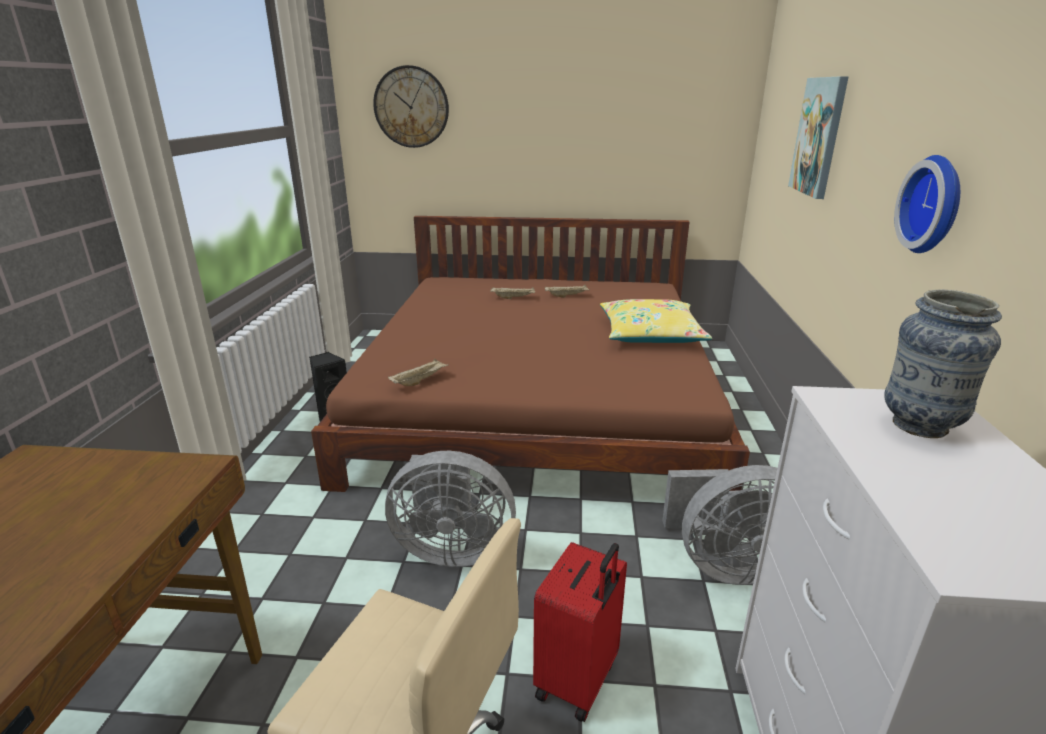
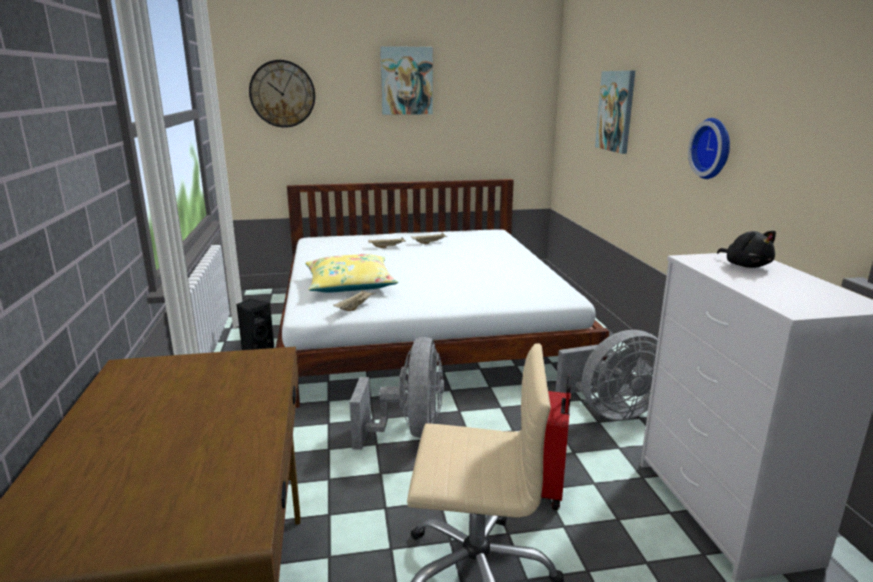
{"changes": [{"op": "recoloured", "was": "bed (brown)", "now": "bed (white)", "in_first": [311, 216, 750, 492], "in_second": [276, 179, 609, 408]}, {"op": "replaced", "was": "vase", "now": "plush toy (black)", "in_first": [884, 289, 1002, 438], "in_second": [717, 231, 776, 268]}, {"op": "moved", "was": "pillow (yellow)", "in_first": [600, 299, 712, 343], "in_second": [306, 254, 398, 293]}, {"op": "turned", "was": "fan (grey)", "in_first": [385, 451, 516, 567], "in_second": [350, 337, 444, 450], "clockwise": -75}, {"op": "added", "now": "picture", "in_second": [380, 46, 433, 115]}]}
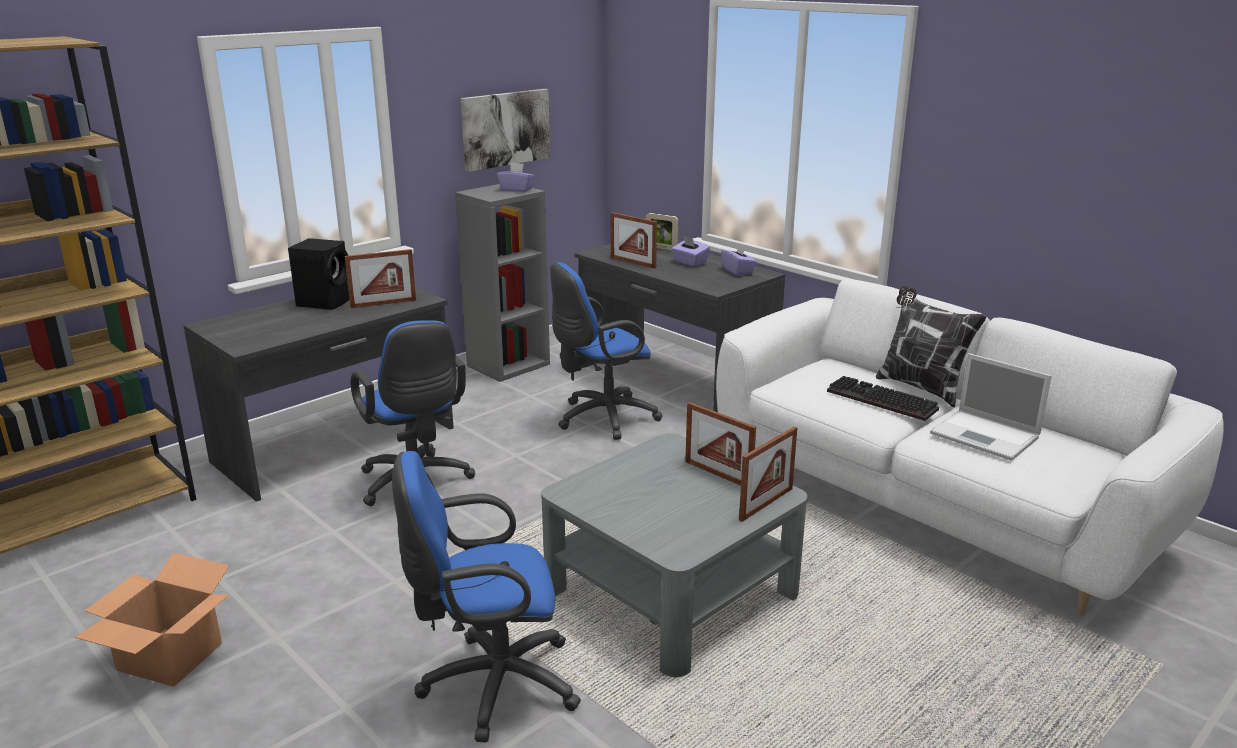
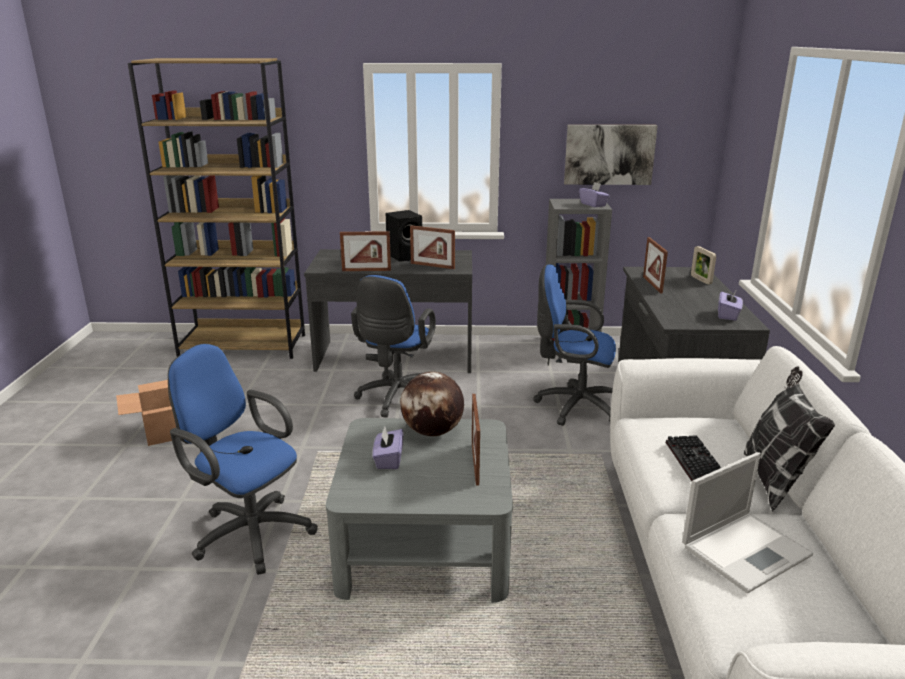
{"changes": [{"op": "moved", "was": "tissue box (purple)", "in_first": [671, 236, 710, 267], "in_second": [372, 427, 403, 469]}, {"op": "turned", "was": "laptop", "in_first": [930, 353, 1052, 461], "in_second": [682, 452, 813, 593], "clockwise": -120}, {"op": "moved", "was": "picture frame", "in_first": [739, 427, 797, 522], "in_second": [340, 231, 391, 271]}, {"op": "added", "now": "globe", "in_second": [400, 372, 464, 436]}]}
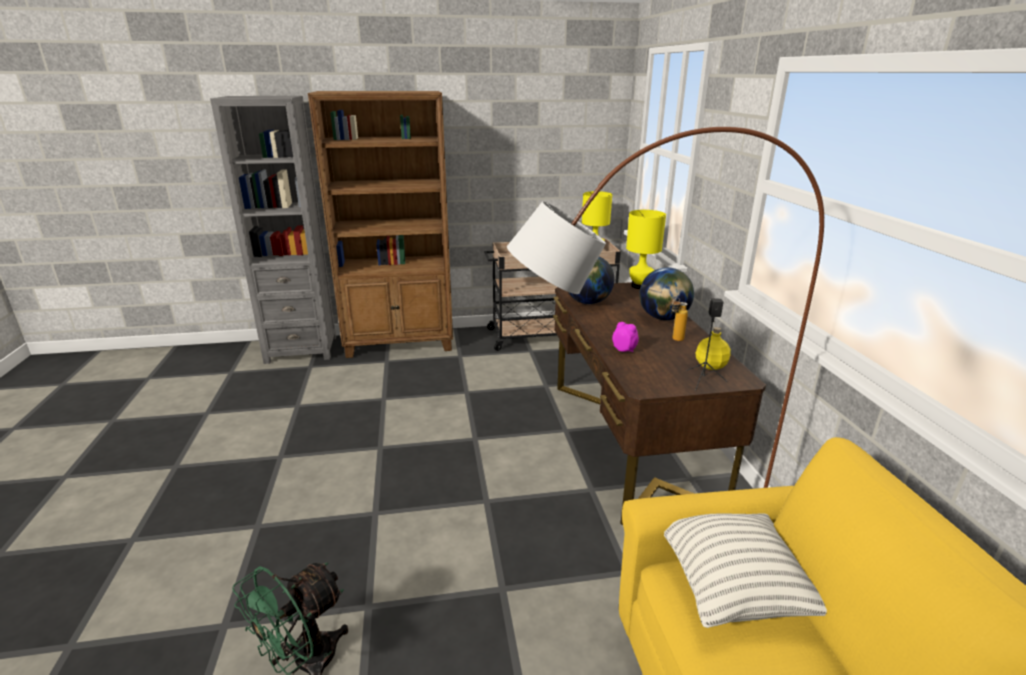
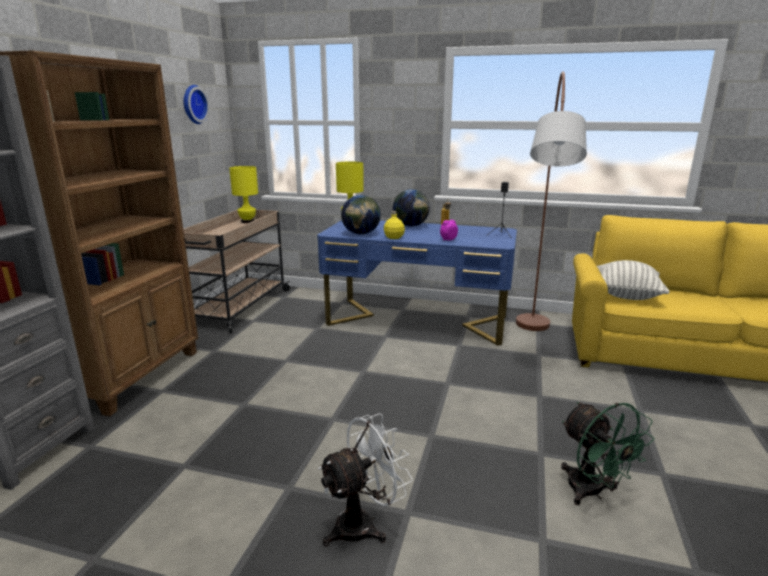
{"changes": [{"op": "recoloured", "was": "desk (brown)", "now": "desk (blue)", "in_first": [553, 282, 766, 525], "in_second": [317, 220, 517, 346]}, {"op": "moved", "was": "bottle (yellow)", "in_first": [695, 327, 731, 370], "in_second": [384, 211, 405, 239]}, {"op": "added", "now": "wall clock", "in_second": [184, 85, 209, 124]}, {"op": "added", "now": "fan (white)", "in_second": [318, 413, 413, 546]}]}
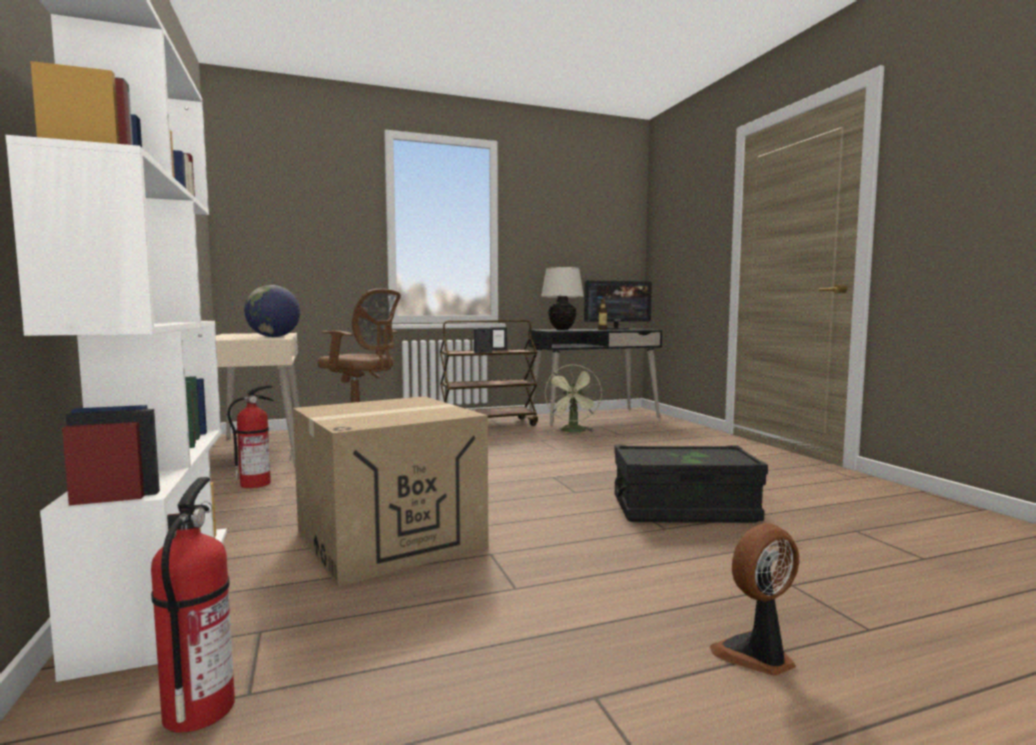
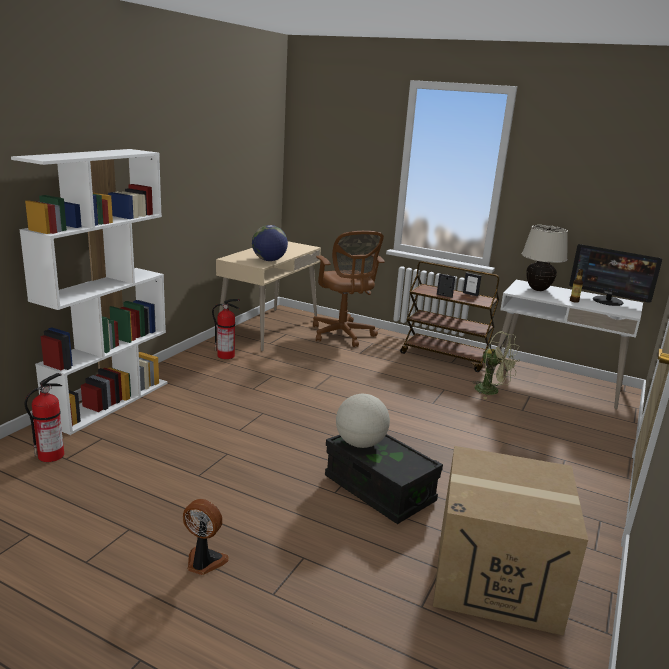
{"changes": [{"op": "recoloured", "was": "desk (black)", "now": "desk (white)", "in_first": [528, 328, 662, 426], "in_second": [493, 280, 643, 409]}, {"op": "turned", "was": "fan (green)", "in_first": [545, 364, 602, 432], "in_second": [472, 332, 520, 399], "clockwise": -105}, {"op": "moved", "was": "cardboard box", "in_first": [293, 396, 488, 587], "in_second": [433, 446, 588, 636]}, {"op": "added", "now": "globe", "in_second": [336, 394, 390, 448]}]}
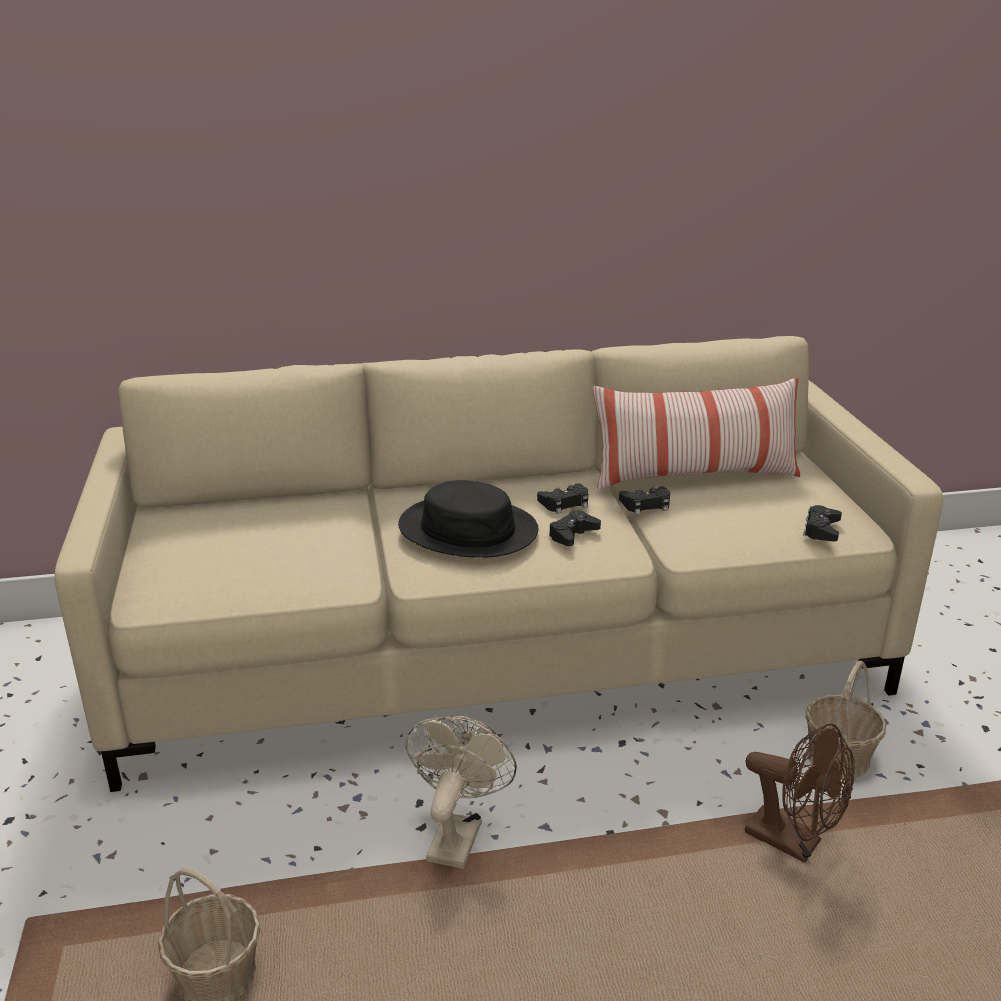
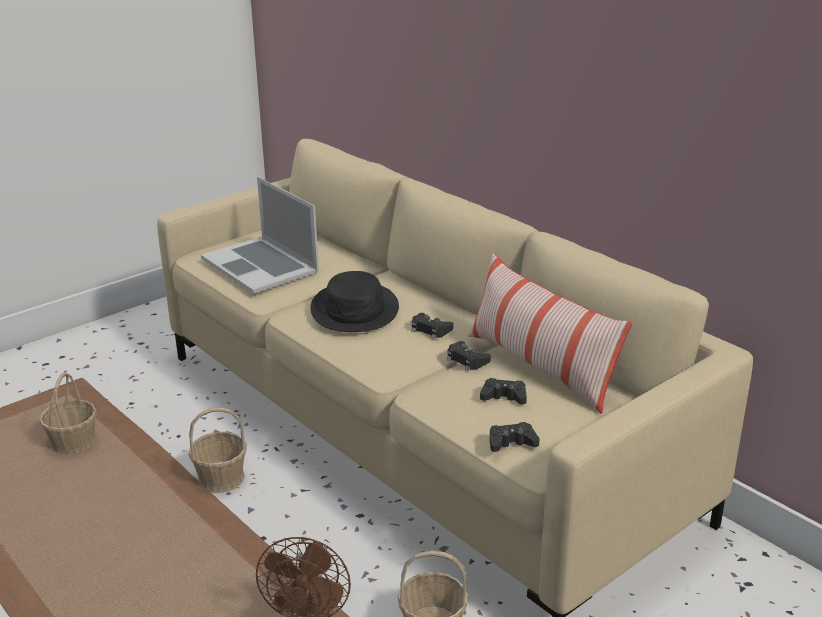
{"changes": [{"op": "moved", "was": "game controller (black)", "in_first": [549, 510, 601, 546], "in_second": [480, 378, 527, 405]}, {"op": "replaced", "was": "fan (beige)", "now": "basket", "in_first": [406, 716, 517, 869], "in_second": [188, 408, 247, 493]}, {"op": "added", "now": "laptop", "in_second": [201, 177, 319, 294]}]}
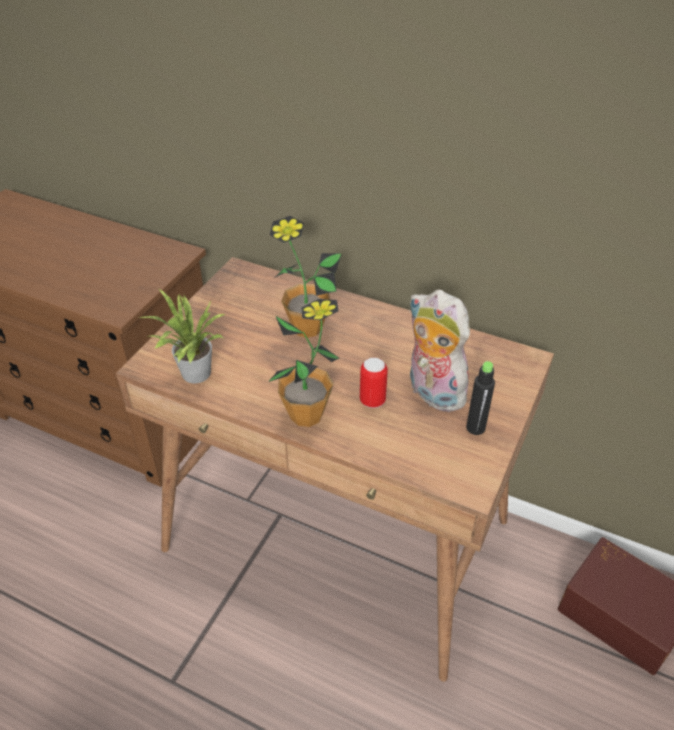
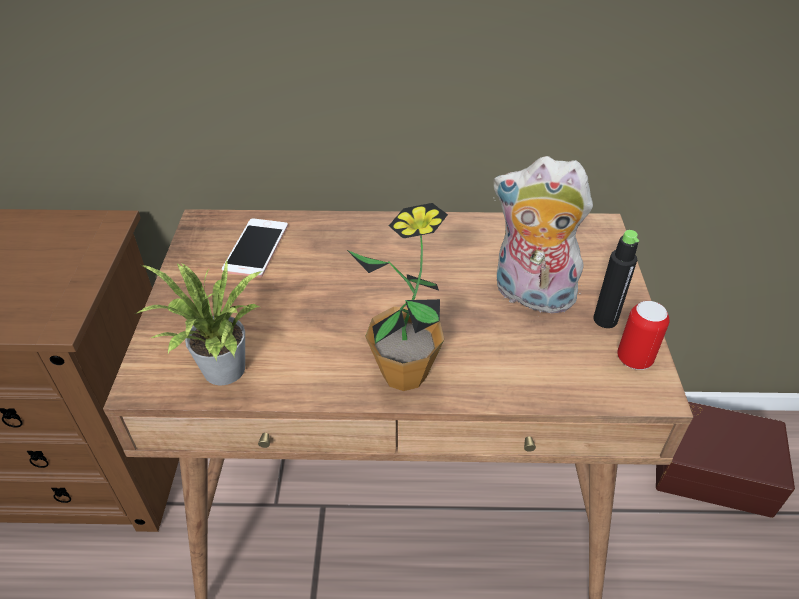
{"changes": [{"op": "removed", "was": "potted plant", "in_first": [270, 216, 342, 338]}, {"op": "moved", "was": "can", "in_first": [360, 358, 388, 408], "in_second": [617, 301, 670, 370]}, {"op": "added", "now": "phone", "in_second": [222, 218, 288, 277]}]}
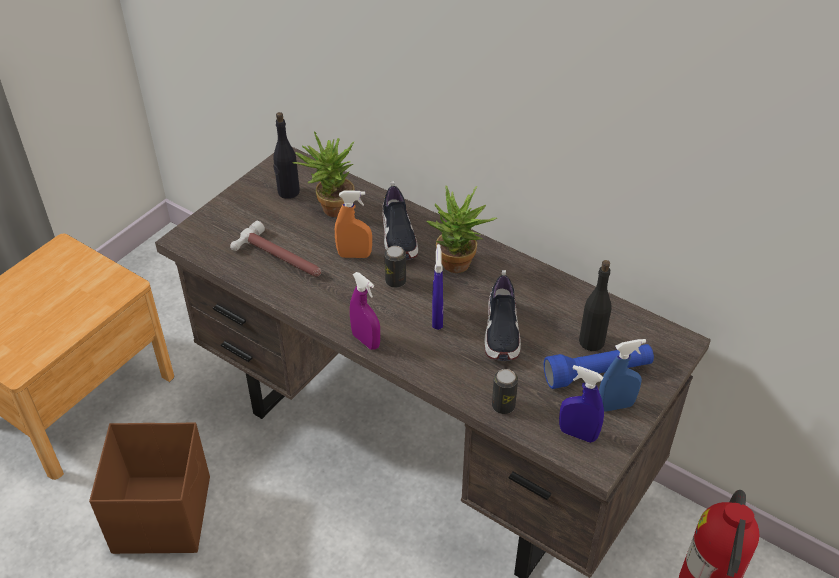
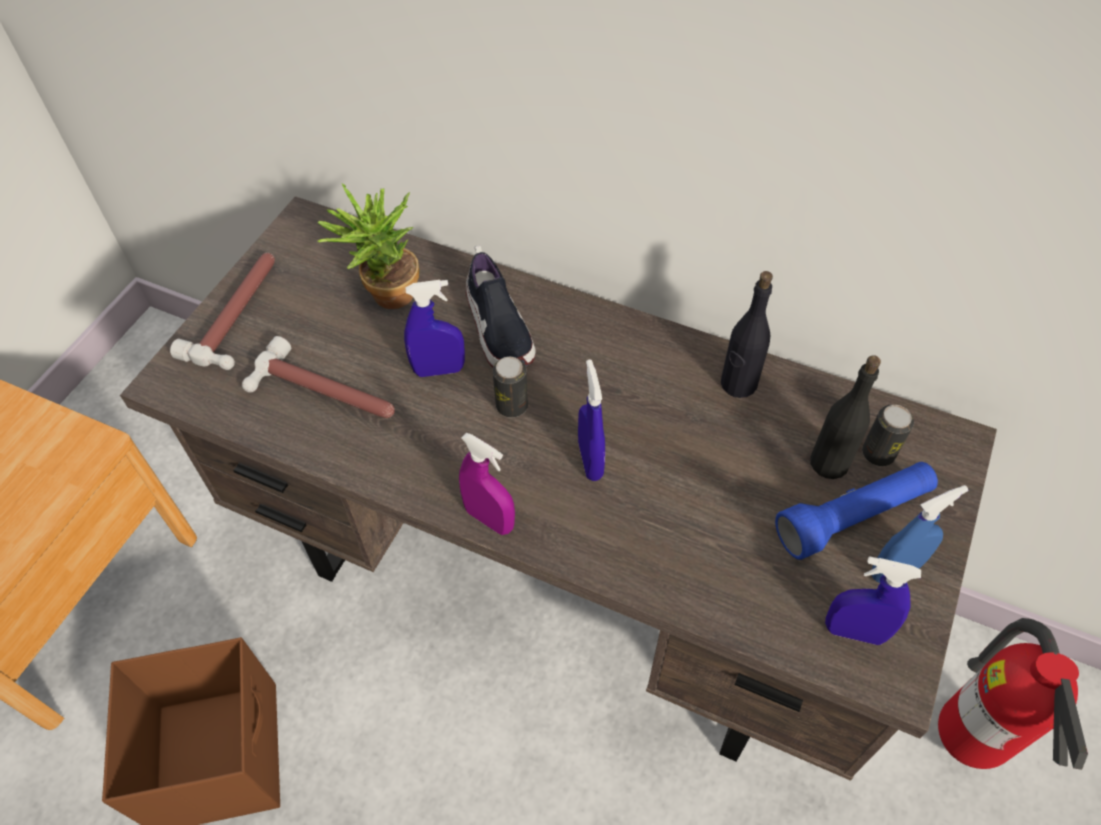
{"changes": [{"op": "moved", "was": "bottle (black)", "in_first": [273, 112, 300, 199], "in_second": [721, 271, 773, 398]}, {"op": "removed", "was": "potted plant", "in_first": [426, 186, 497, 273]}, {"op": "recoloured", "was": "spray bottle (orange)", "now": "spray bottle (blue)", "in_first": [335, 191, 372, 258], "in_second": [404, 280, 465, 377]}, {"op": "removed", "was": "shoe", "in_first": [484, 270, 521, 361]}, {"op": "moved", "was": "can", "in_first": [492, 369, 518, 414], "in_second": [862, 405, 914, 466]}, {"op": "added", "now": "hammer", "in_second": [170, 253, 275, 370]}]}
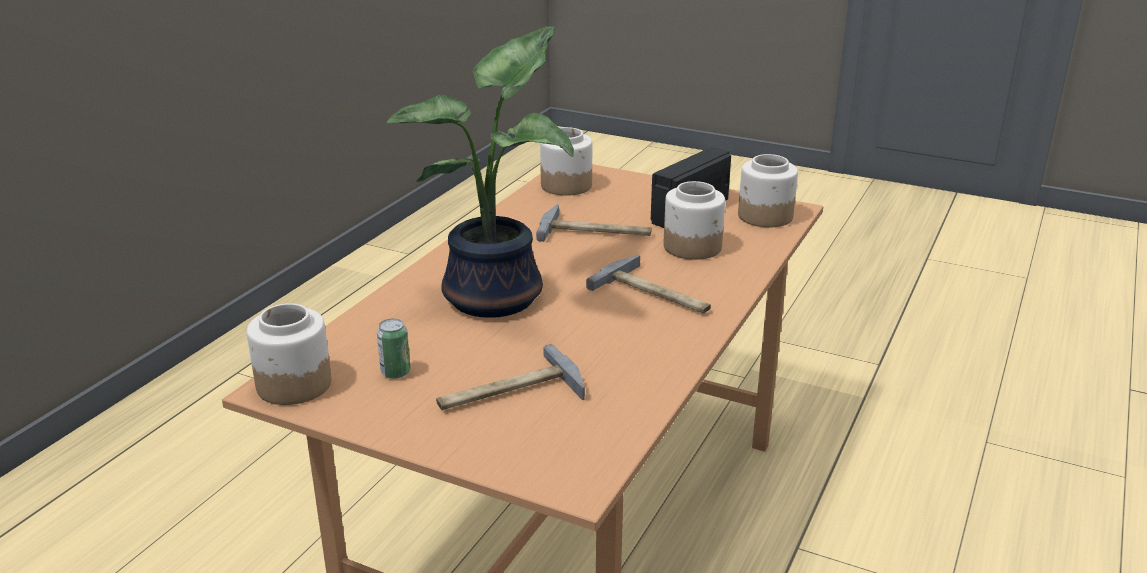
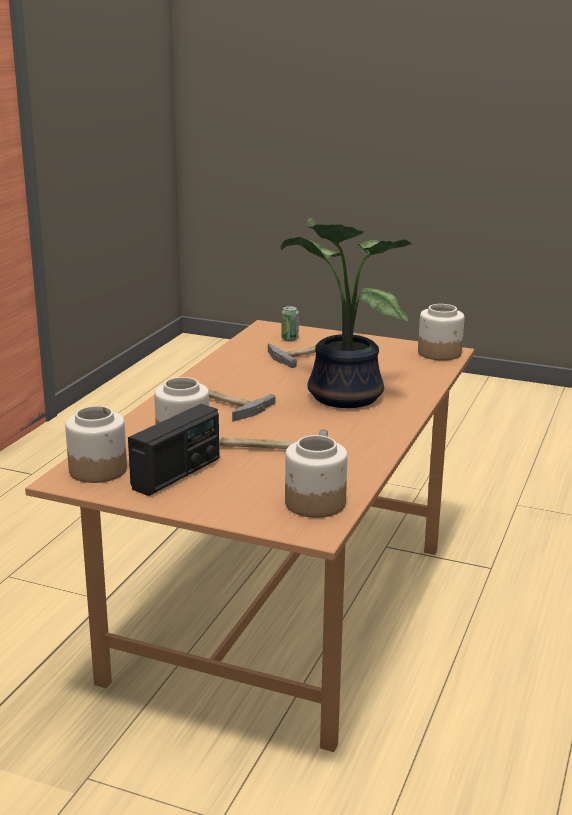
{"changes": [{"op": "moved", "was": "can", "in_first": [377, 319, 410, 379], "in_second": [281, 306, 299, 341]}]}
